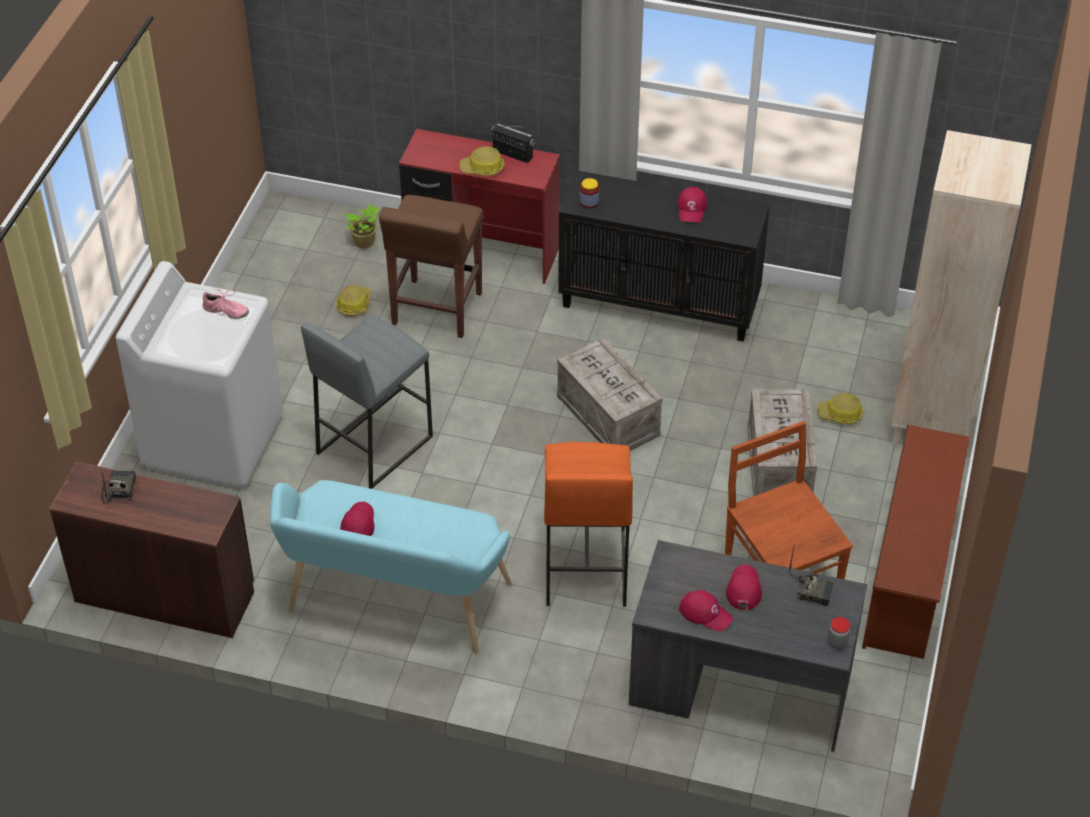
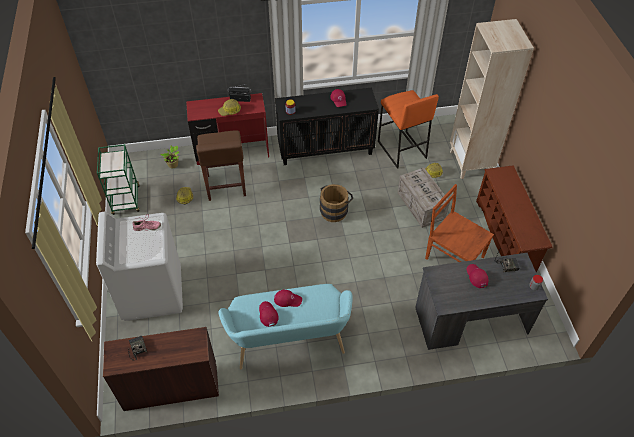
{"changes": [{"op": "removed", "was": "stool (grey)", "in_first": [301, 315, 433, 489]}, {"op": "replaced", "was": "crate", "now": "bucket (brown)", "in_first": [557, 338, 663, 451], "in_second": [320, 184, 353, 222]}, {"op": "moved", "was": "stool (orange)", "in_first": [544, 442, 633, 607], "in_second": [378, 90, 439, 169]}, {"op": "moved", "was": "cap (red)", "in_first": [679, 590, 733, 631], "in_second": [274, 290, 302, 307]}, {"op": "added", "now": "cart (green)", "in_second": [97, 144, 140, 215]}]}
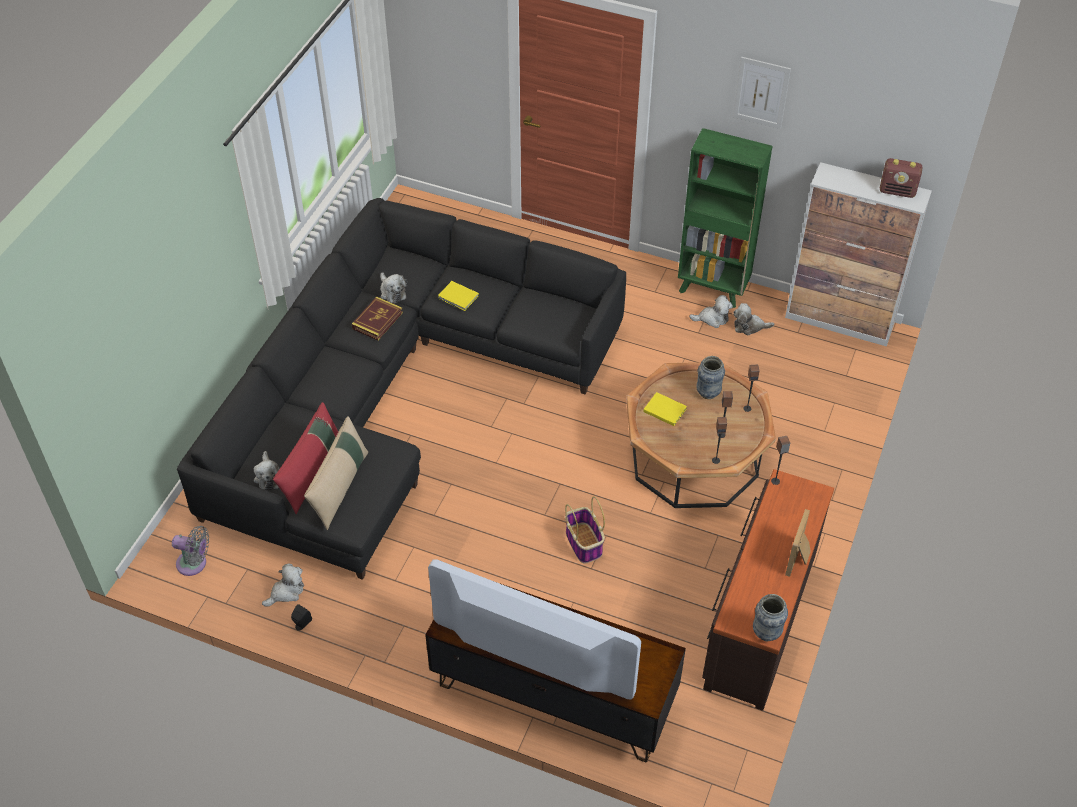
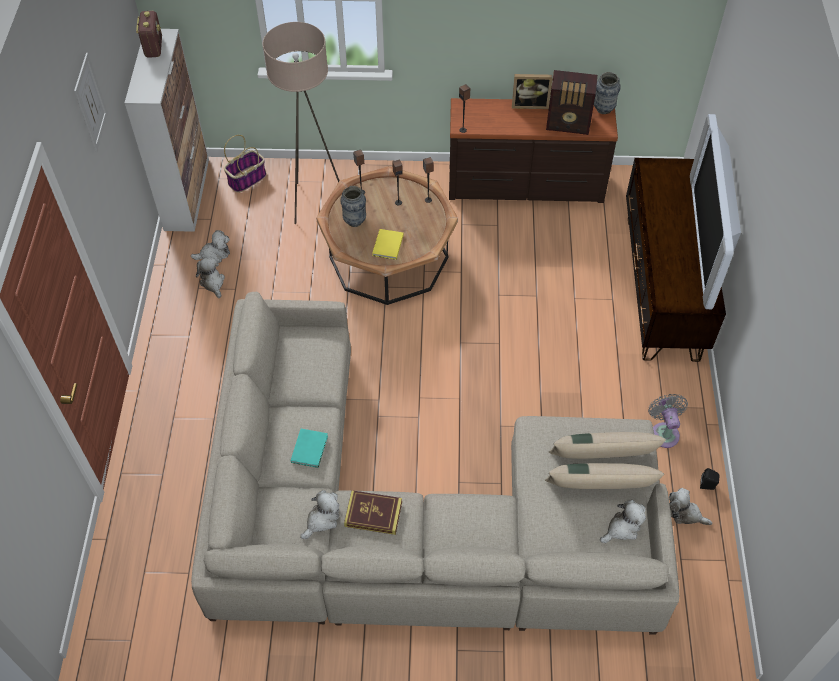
{"changes": [{"op": "removed", "was": "bookcase (green)", "in_first": [678, 128, 772, 308]}, {"op": "recoloured", "was": "sofa (black)", "now": "sofa (beige)", "in_first": [177, 198, 626, 580], "in_second": [191, 292, 679, 635]}, {"op": "recoloured", "was": "book (yellow)", "now": "book (turquoise)", "in_first": [438, 281, 479, 311], "in_second": [291, 429, 328, 468]}, {"op": "turned", "was": "plush toy", "in_first": [733, 303, 774, 335], "in_second": [191, 230, 230, 263], "clockwise": -90}, {"op": "recoloured", "was": "pillow (red)", "now": "pillow (beige)", "in_first": [273, 402, 338, 514], "in_second": [545, 463, 664, 489]}, {"op": "moved", "was": "basket", "in_first": [565, 496, 605, 564], "in_second": [224, 135, 266, 193]}, {"op": "moved", "was": "fan (grey)", "in_first": [172, 526, 209, 576], "in_second": [648, 394, 688, 448]}, {"op": "added", "now": "floor lamp (beige)", "in_second": [263, 22, 340, 224]}, {"op": "added", "now": "radio", "in_second": [546, 70, 598, 135]}]}
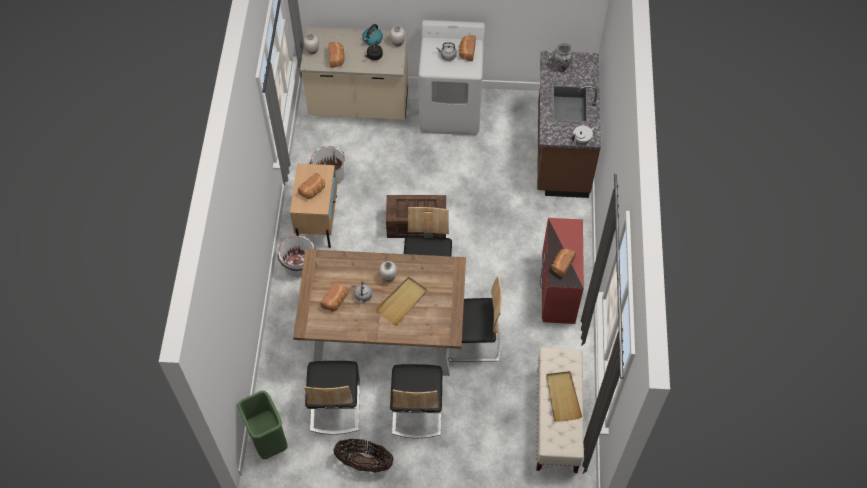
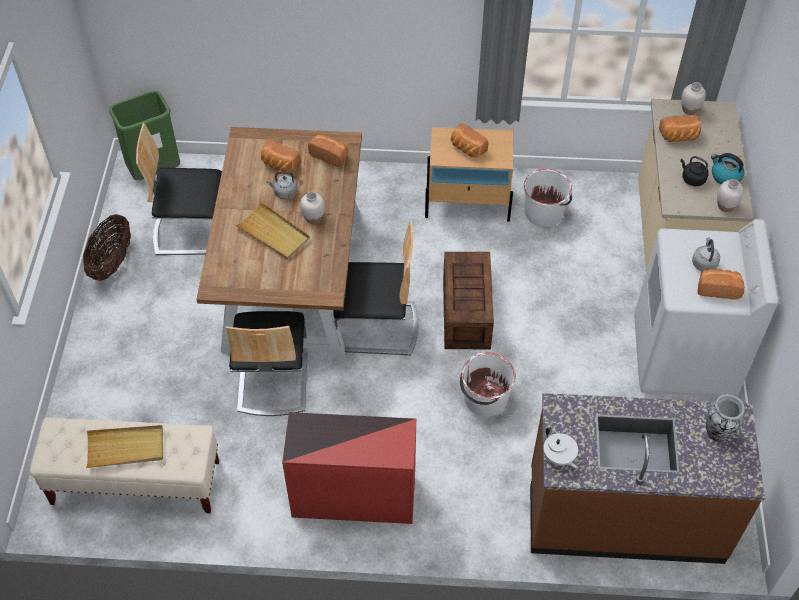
{"changes": [{"op": "moved", "was": "bucket (white)", "in_first": [278, 235, 316, 277], "in_second": [460, 352, 516, 417]}, {"op": "moved", "was": "bread", "in_first": [551, 248, 576, 278], "in_second": [308, 134, 348, 167]}, {"op": "removed", "was": "chair", "in_first": [390, 364, 442, 438]}]}
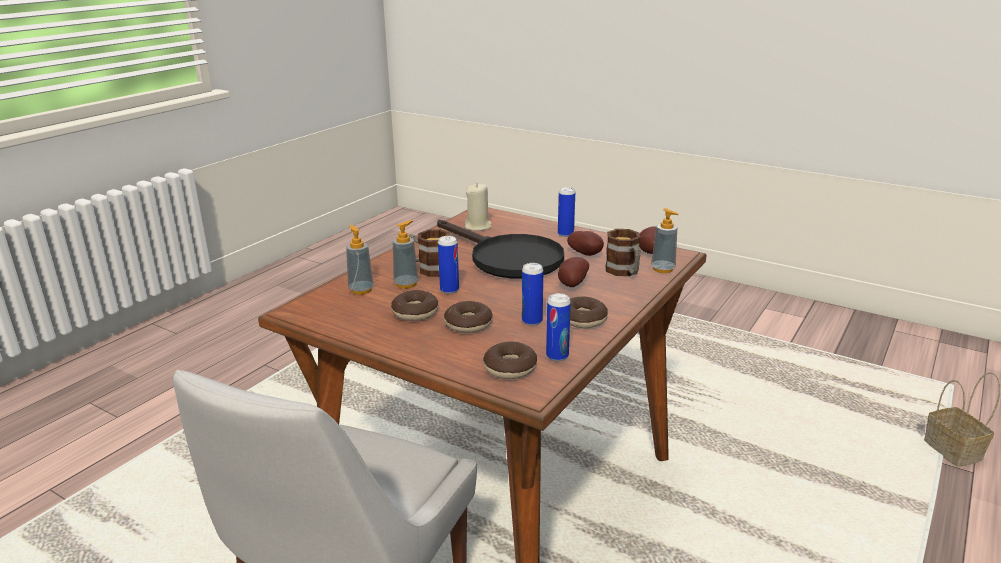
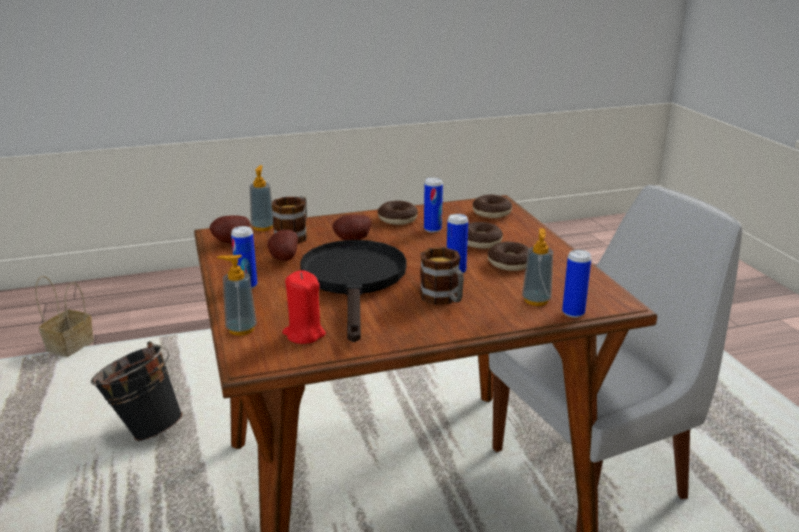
{"changes": [{"op": "recoloured", "was": "candle (beige)", "now": "candle (red)", "in_first": [465, 183, 492, 231], "in_second": [282, 270, 326, 344]}, {"op": "moved", "was": "soap dispenser", "in_first": [393, 220, 419, 289], "in_second": [217, 255, 257, 336]}, {"op": "moved", "was": "can", "in_first": [546, 293, 571, 361], "in_second": [562, 250, 591, 318]}, {"op": "added", "now": "bucket (black)", "in_second": [91, 341, 183, 441]}]}
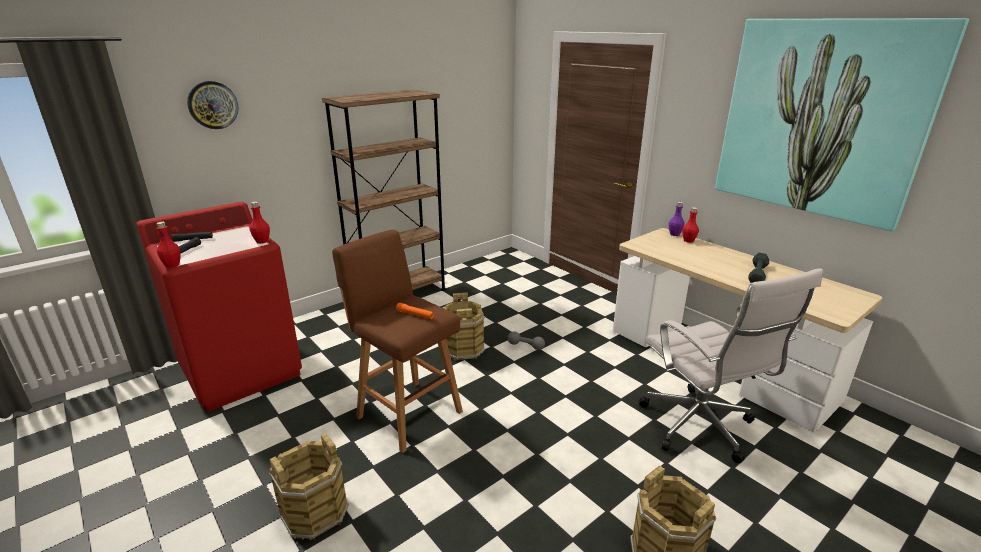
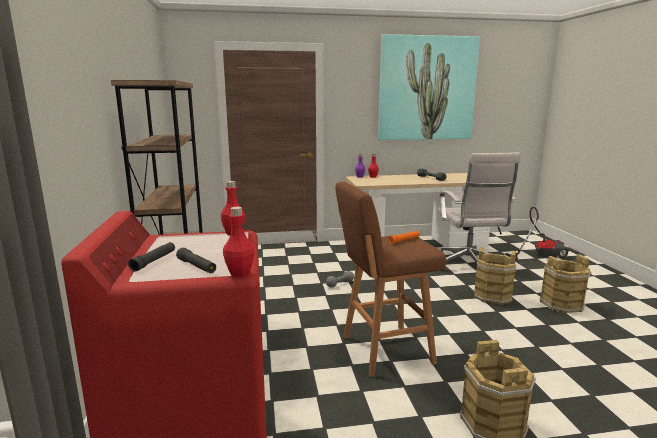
{"changes": [{"op": "removed", "was": "wall clock", "in_first": [187, 81, 239, 129]}, {"op": "turned", "was": "office chair (white)", "in_first": [639, 268, 823, 463], "in_second": [438, 152, 520, 271], "clockwise": 75}, {"op": "moved", "was": "bucket (brown)", "in_first": [442, 292, 485, 361], "in_second": [474, 247, 516, 305]}, {"op": "added", "now": "vacuum cleaner", "in_second": [505, 207, 569, 261]}]}
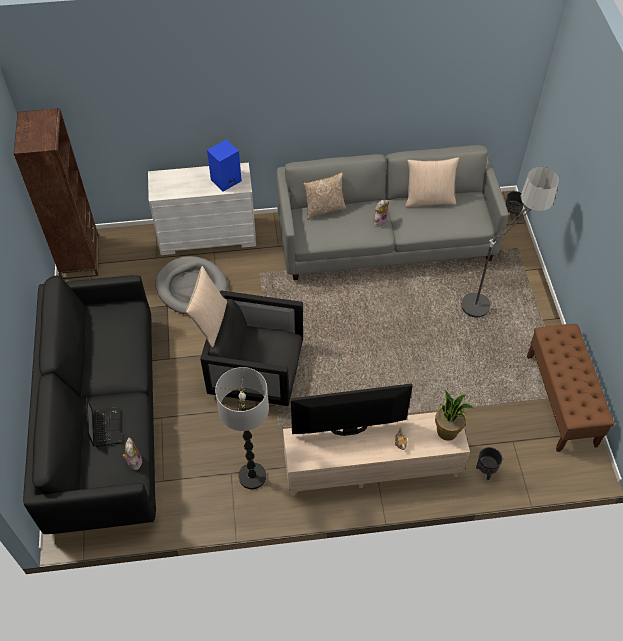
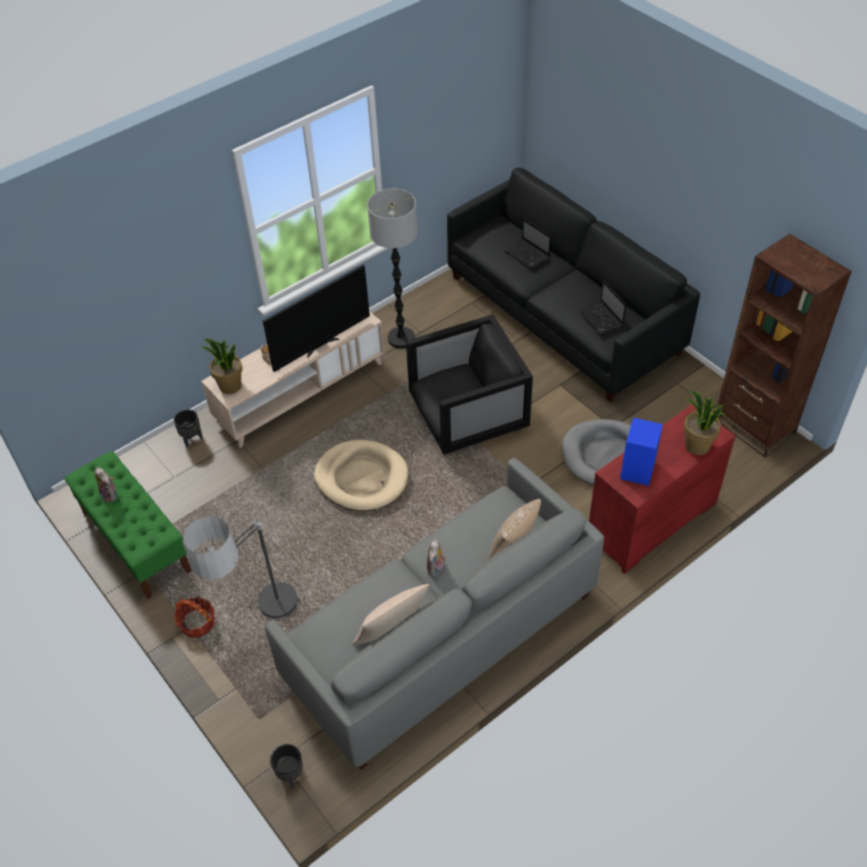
{"changes": [{"op": "recoloured", "was": "dresser (white)", "now": "dresser (red)", "in_first": [148, 163, 256, 255], "in_second": [589, 404, 735, 574]}, {"op": "removed", "was": "pillow (beige)", "in_first": [186, 266, 227, 348]}, {"op": "recoloured", "was": "bench (brown)", "now": "bench (green)", "in_first": [527, 324, 614, 452], "in_second": [64, 451, 192, 599]}, {"op": "moved", "was": "plush toy", "in_first": [123, 437, 143, 470], "in_second": [95, 468, 118, 503]}, {"op": "added", "now": "laptop", "in_second": [578, 280, 626, 335]}, {"op": "added", "now": "potted plant", "in_second": [683, 391, 725, 455]}, {"op": "added", "now": "dog bed (beige)", "in_second": [314, 440, 408, 511]}, {"op": "added", "now": "basket", "in_second": [174, 597, 215, 638]}]}
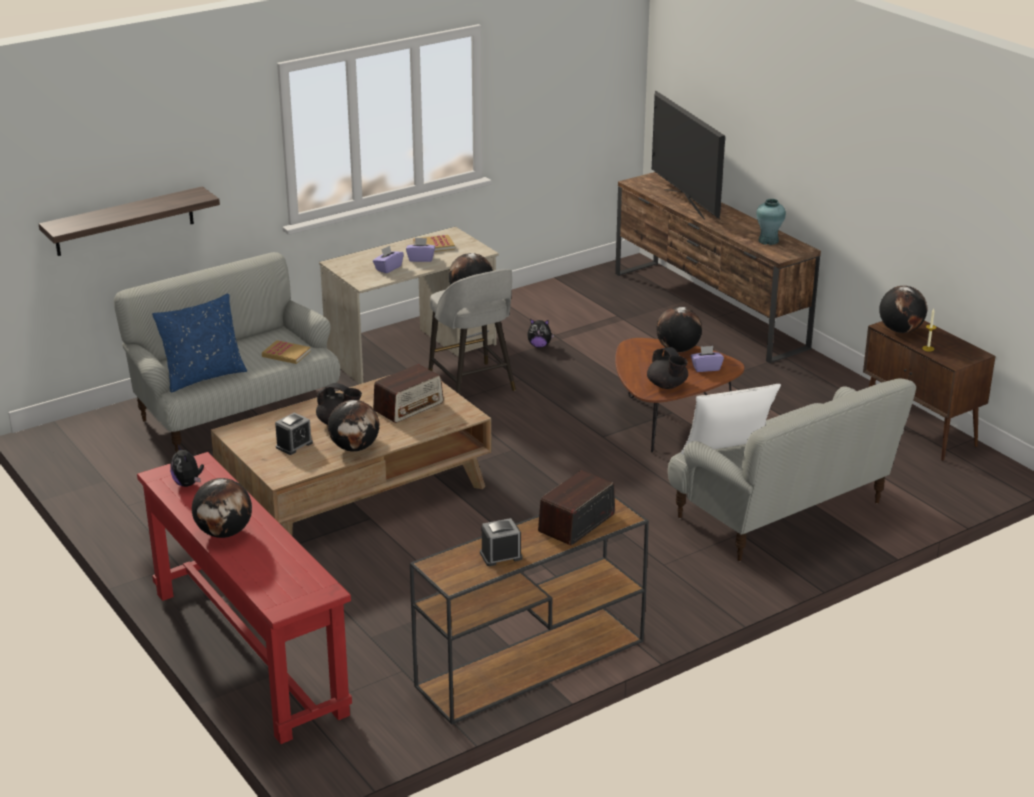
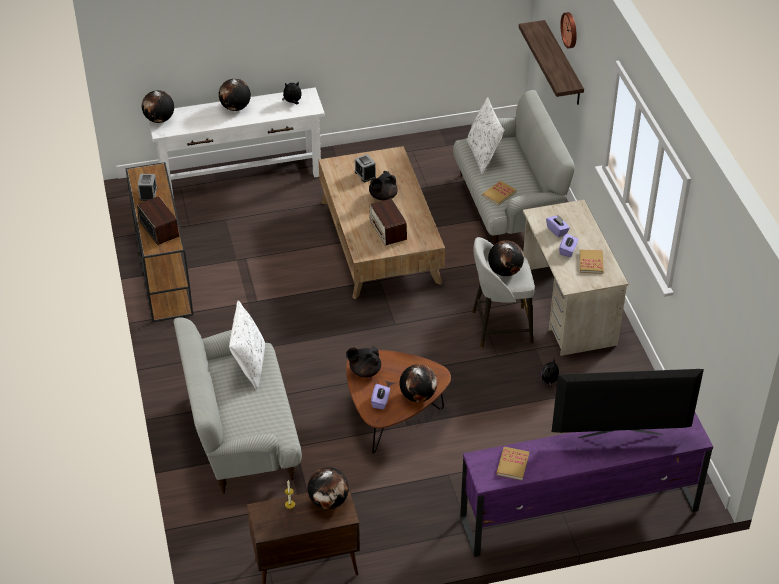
{"changes": [{"op": "recoloured", "was": "tv stand (brown)", "now": "tv stand (purple)", "in_first": [615, 172, 821, 364], "in_second": [460, 412, 713, 557]}, {"op": "replaced", "was": "vase (turquoise)", "now": "book", "in_first": [756, 199, 786, 245], "in_second": [496, 447, 529, 480]}, {"op": "recoloured", "was": "pillow (blue)", "now": "pillow (white)", "in_first": [152, 293, 247, 392], "in_second": [466, 97, 504, 174]}, {"op": "moved", "was": "globe", "in_first": [328, 400, 380, 451], "in_second": [142, 90, 174, 123]}, {"op": "recoloured", "was": "console table (red)", "now": "console table (white)", "in_first": [137, 452, 352, 744], "in_second": [148, 88, 325, 199]}, {"op": "added", "now": "wall clock", "in_second": [560, 12, 577, 49]}]}
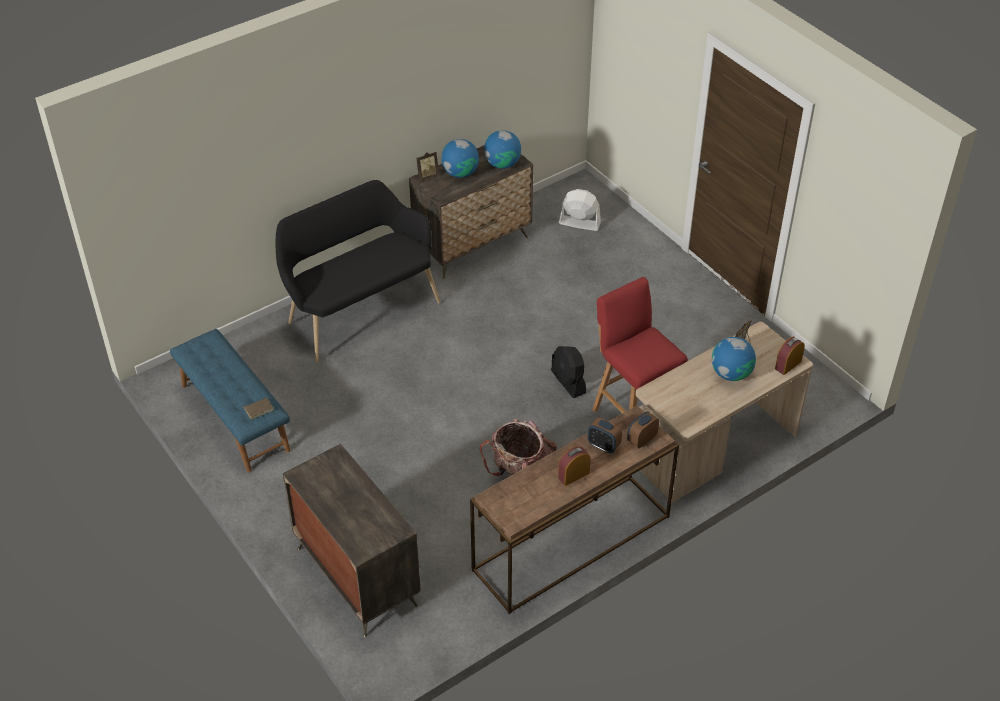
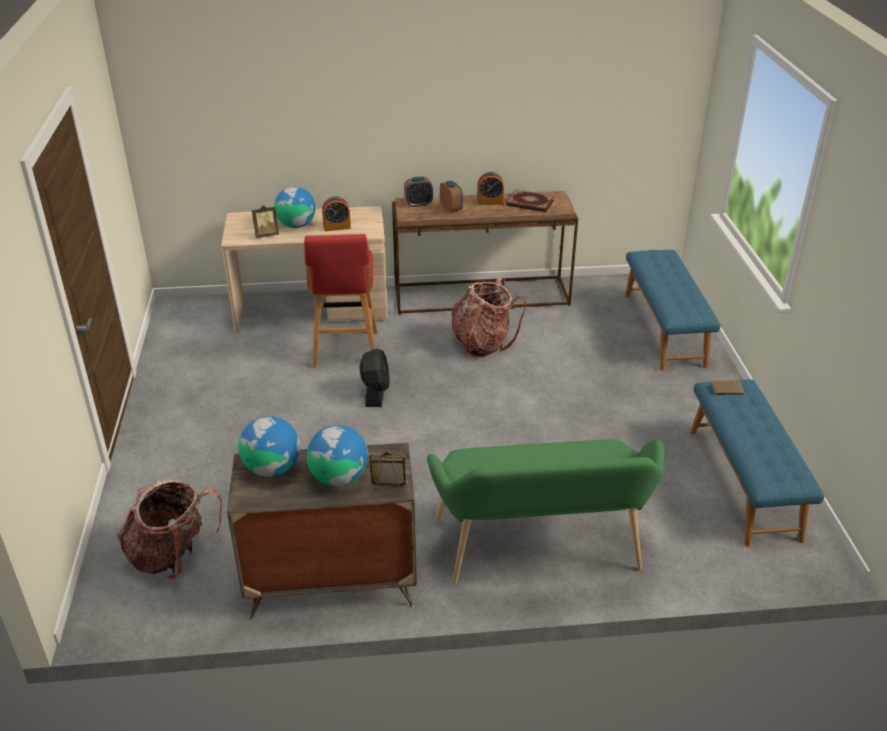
{"changes": [{"op": "recoloured", "was": "bench (black)", "now": "bench (green)", "in_first": [276, 180, 441, 362], "in_second": [427, 439, 664, 584]}, {"op": "replaced", "was": "fan (white)", "now": "backpack", "in_first": [559, 189, 601, 231], "in_second": [117, 480, 222, 579]}, {"op": "moved", "was": "alarm clock", "in_first": [775, 337, 805, 375], "in_second": [322, 197, 351, 231]}, {"op": "replaced", "was": "dresser", "now": "bench (blue)", "in_first": [283, 444, 421, 637], "in_second": [625, 250, 721, 371]}, {"op": "added", "now": "book", "in_second": [506, 189, 554, 212]}]}
